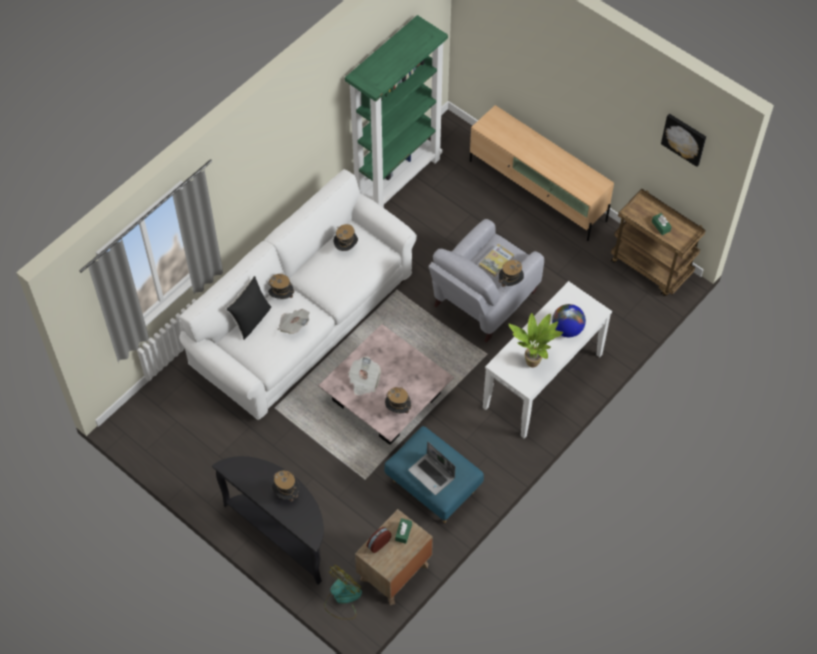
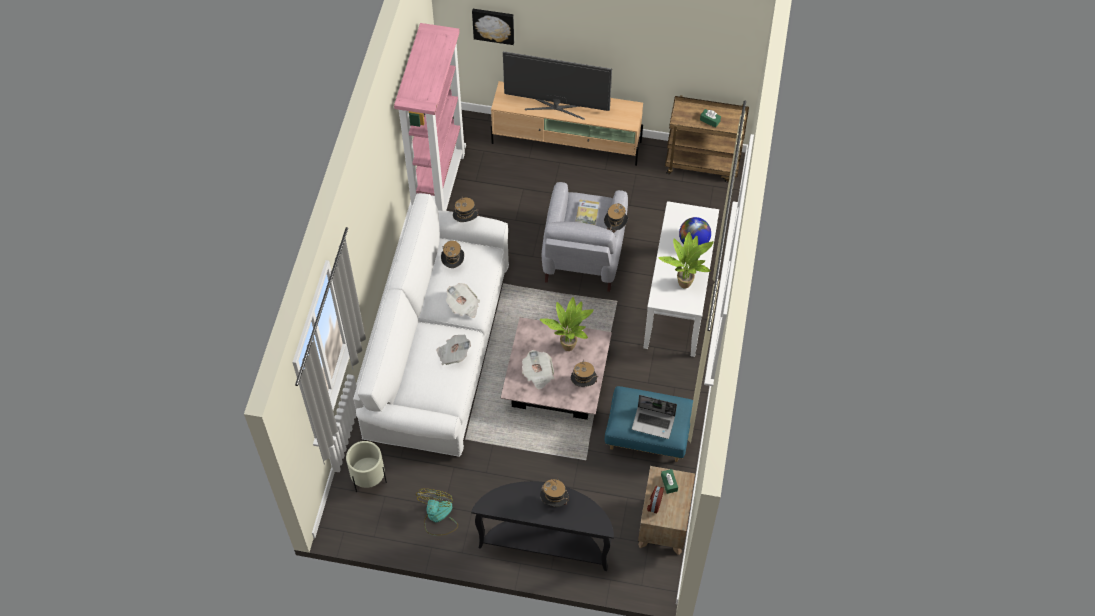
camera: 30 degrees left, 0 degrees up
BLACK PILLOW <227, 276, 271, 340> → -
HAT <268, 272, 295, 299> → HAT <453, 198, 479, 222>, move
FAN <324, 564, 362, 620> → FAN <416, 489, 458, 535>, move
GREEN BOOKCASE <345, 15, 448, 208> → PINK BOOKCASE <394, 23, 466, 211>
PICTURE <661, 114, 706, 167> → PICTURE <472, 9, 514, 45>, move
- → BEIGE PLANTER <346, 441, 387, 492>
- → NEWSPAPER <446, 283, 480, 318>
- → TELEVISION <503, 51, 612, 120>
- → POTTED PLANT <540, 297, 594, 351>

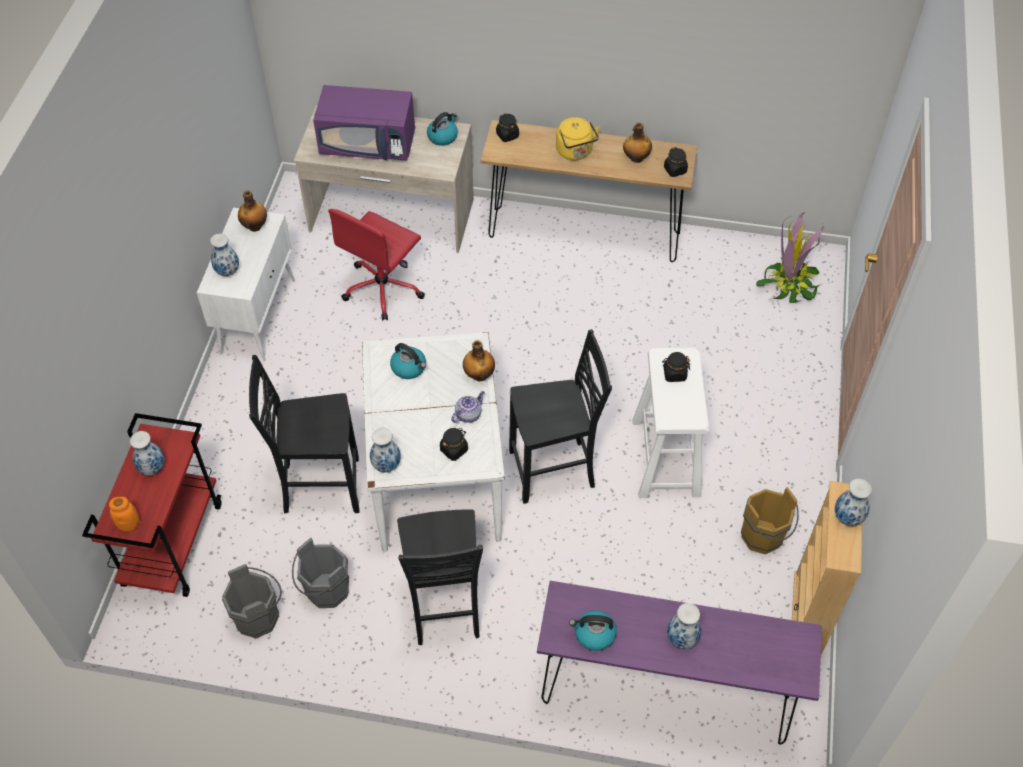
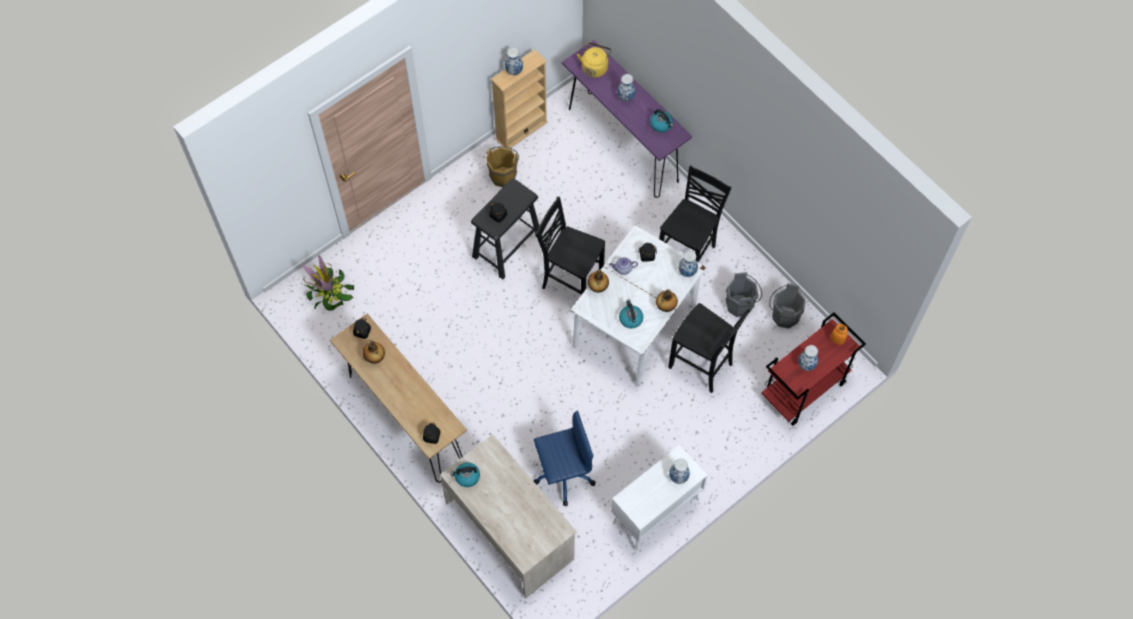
camera: 140 degrees left, 10 degrees up
BOTTLE <238, 190, 267, 232> → BOTTLE <656, 289, 678, 312>, move
PURPLE MICROWAVE <313, 85, 415, 161> → -
RED OFFICE CHAIR <328, 209, 425, 320> → BLUE OFFICE CHAIR <534, 411, 596, 506>
YELLOW KETTLE <556, 117, 600, 160> → YELLOW KETTLE <577, 42, 611, 78>, move
WHITE STOOL <632, 348, 709, 498> → BLACK STOOL <471, 178, 542, 279>

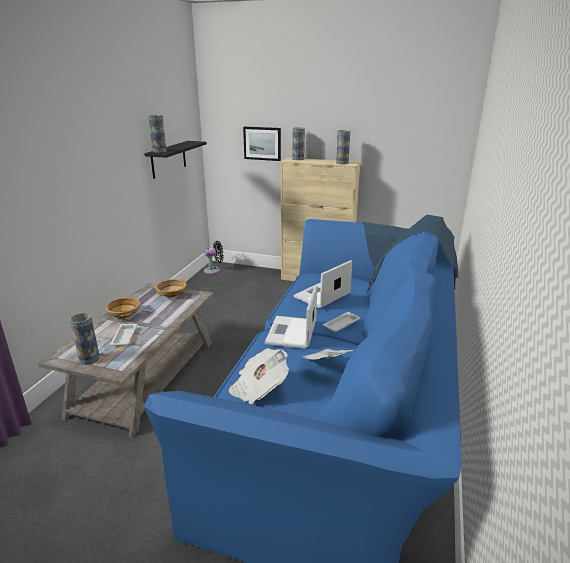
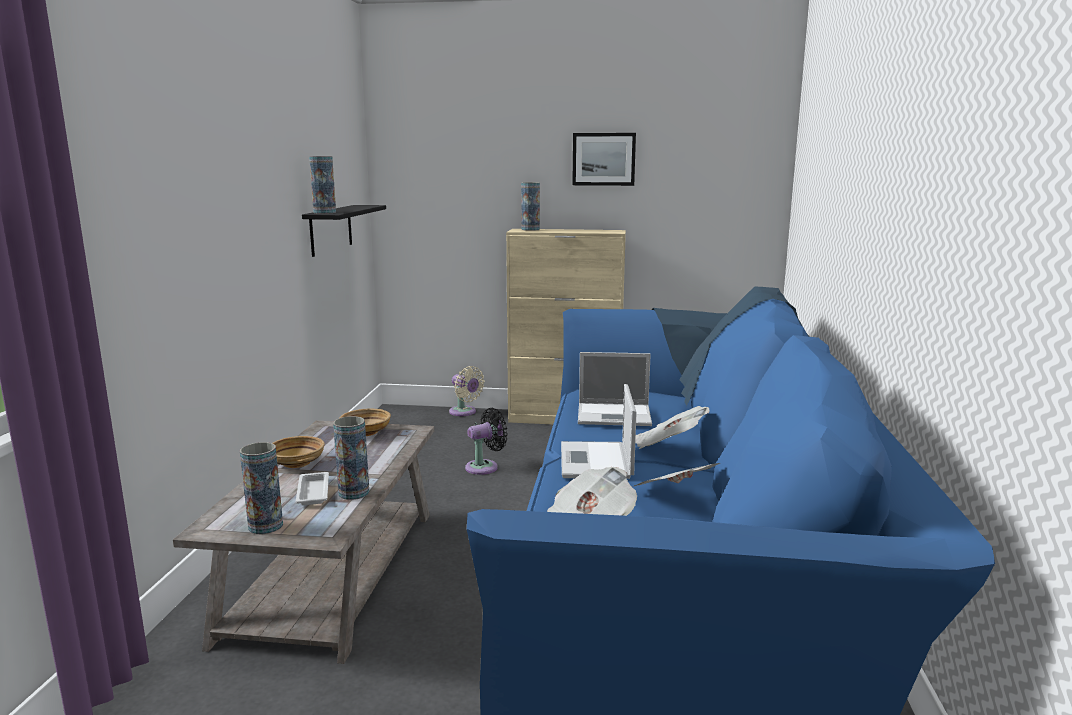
camera: 10 degrees left, 10 degrees down
BLACK FAN <204, 241, 224, 274> → BLACK FAN <465, 408, 508, 475>, move
PICTURE <243, 127, 281, 161> → PICTURE <572, 133, 636, 186>, move
LAPTOP <293, 260, 352, 309> → LAPTOP <578, 352, 652, 426>, 120 degrees counterclockwise
WHITE TRAY <323, 312, 360, 332> → NEWSPAPER <635, 406, 709, 449>
VASE <336, 130, 350, 164> → VASE <333, 416, 369, 500>, move
- → BEIGE FAN <449, 366, 485, 416>

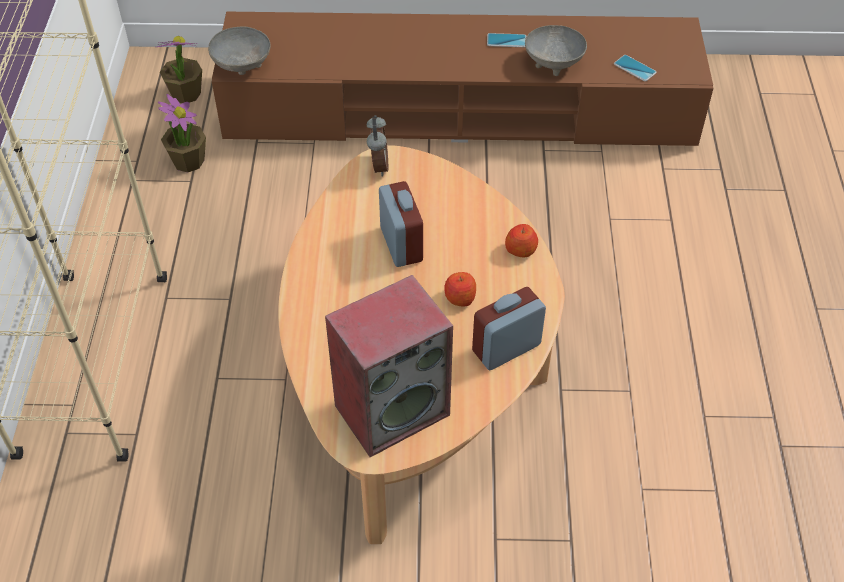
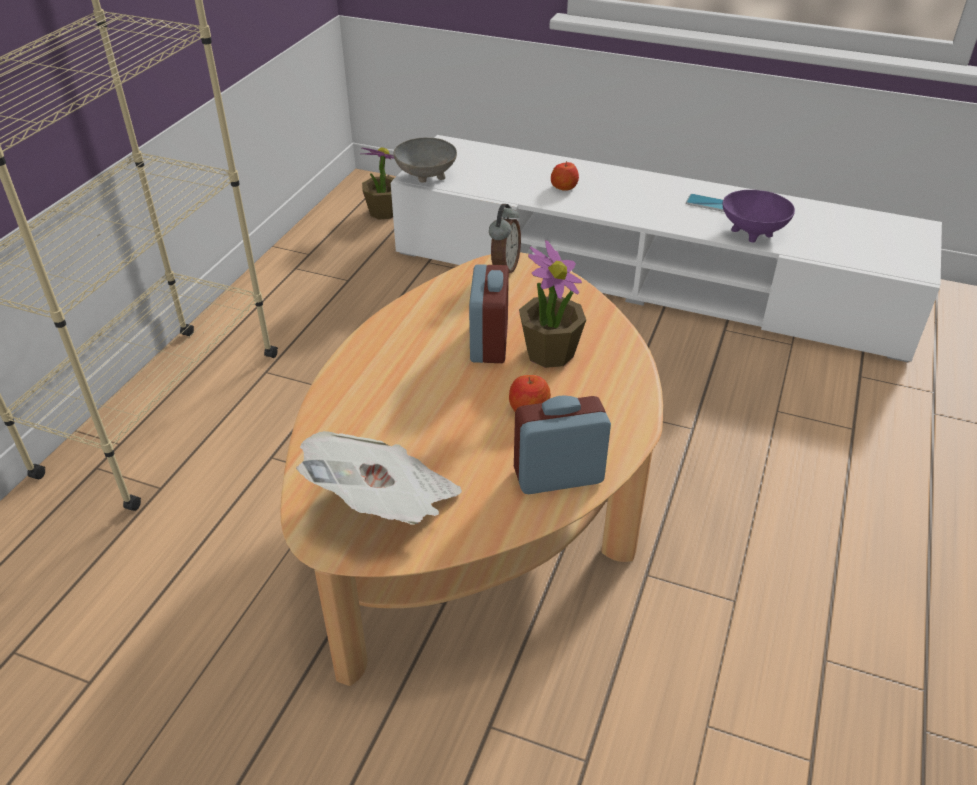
camera: 20 degrees right, 10 degrees down
POTTED PLANT <158, 94, 206, 172> → POTTED PLANT <519, 240, 586, 368>, move
BROWN TV STAND <212, 12, 713, 146> → WHITE TV STAND <391, 135, 942, 362>
SPEAKER <325, 275, 453, 457> → NEWSPAPER <296, 431, 462, 525>
APPLE <505, 224, 538, 257> → APPLE <551, 161, 579, 191>, move
GREY BOWL <525, 25, 587, 76> → PURPLE BOWL <723, 190, 795, 242>
PHONE <614, 55, 656, 81> → -

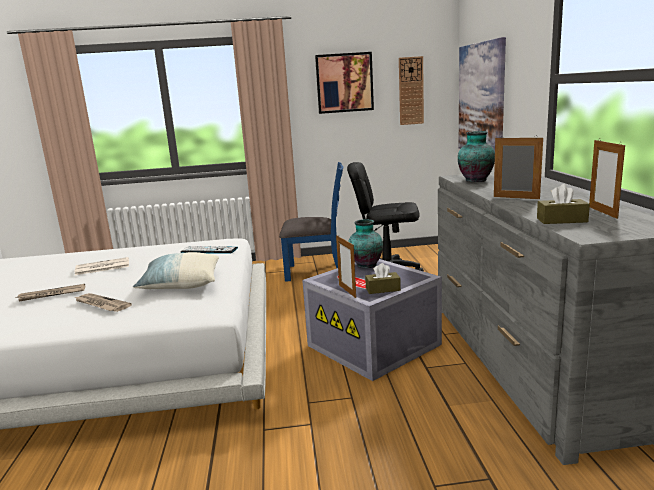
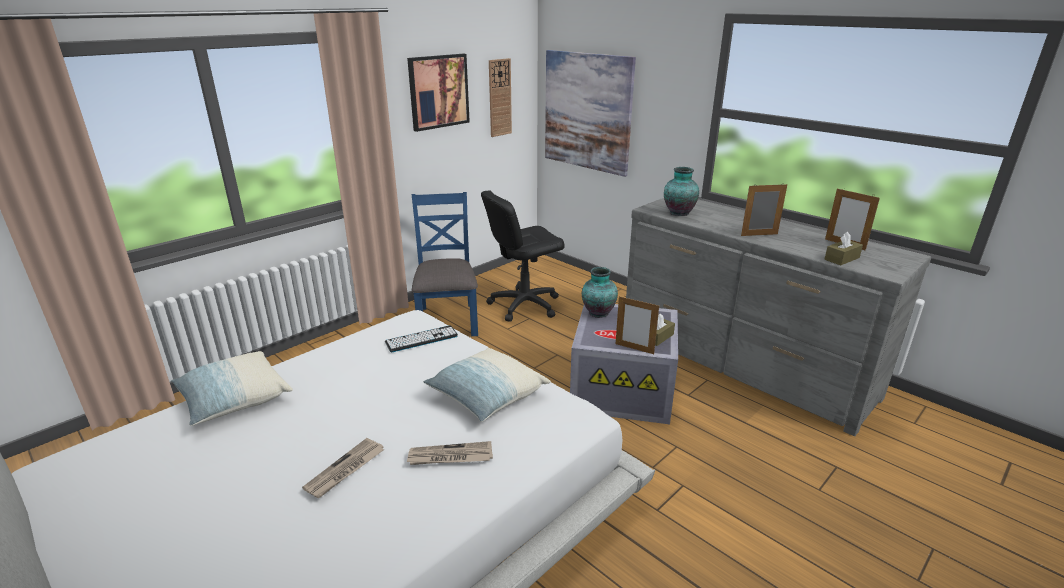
camera: 40 degrees left, 10 degrees up
NEWSPAPER <75, 257, 129, 275> → -
BLUE CHAIR <279, 162, 343, 282> → BLUE CHAIR <412, 192, 478, 336>, 60 degrees counterclockwise
- → PILLOW <171, 351, 293, 426>

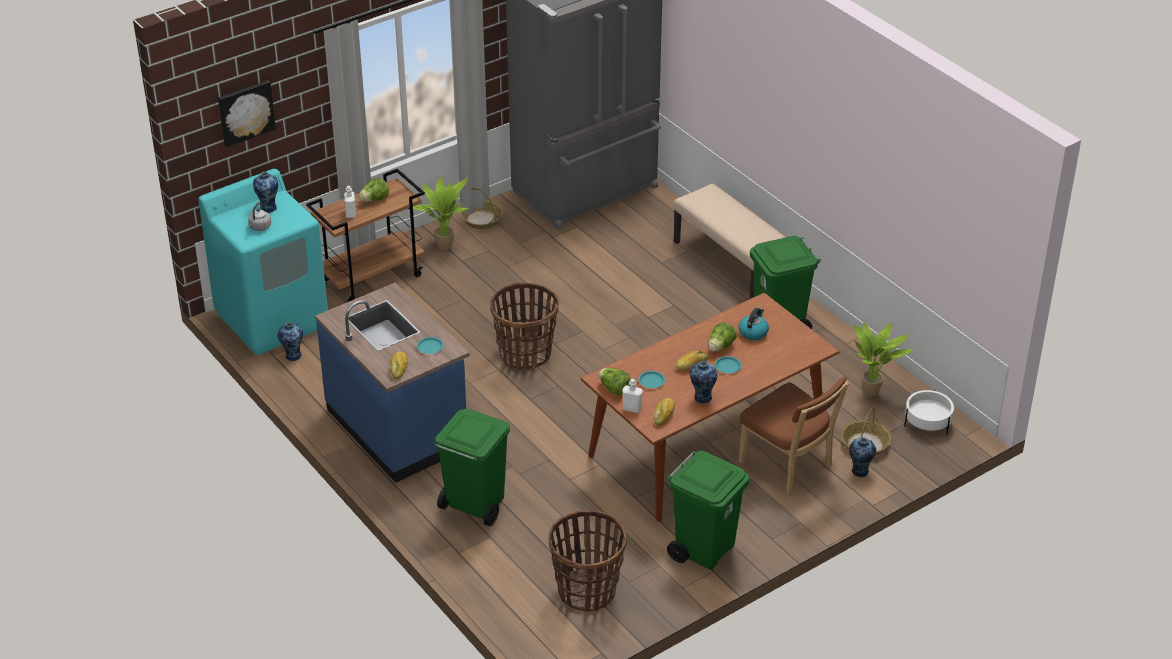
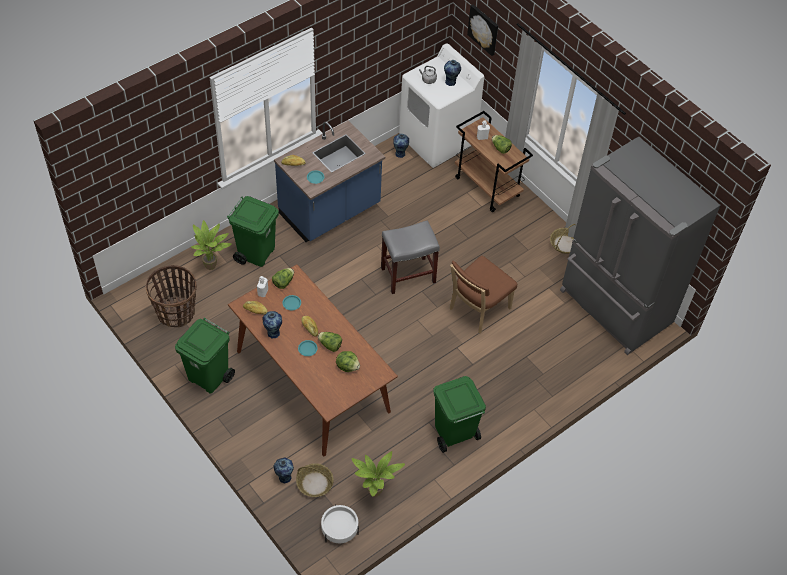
camera: 85 degrees right, 15 degrees up
TURQUOISE WASHING MACHINE <198, 169, 328, 355> → WHITE WASHING MACHINE <399, 43, 484, 168>
POTTED PLANT <413, 177, 469, 250> → POTTED PLANT <191, 220, 232, 270>, move
BASKET <490, 283, 559, 370> → GREY STOOL <381, 220, 440, 294>
BEIGE BENCH <673, 184, 785, 299> → -
KETTLE <739, 308, 769, 340> → LETTUCE <336, 351, 360, 372>
BROWN CHAIR <739, 376, 849, 495> → BROWN CHAIR <450, 256, 517, 334>, move

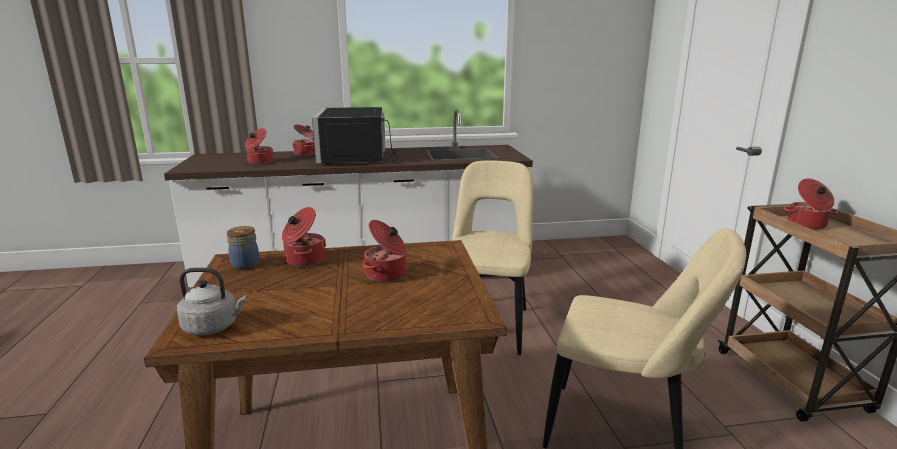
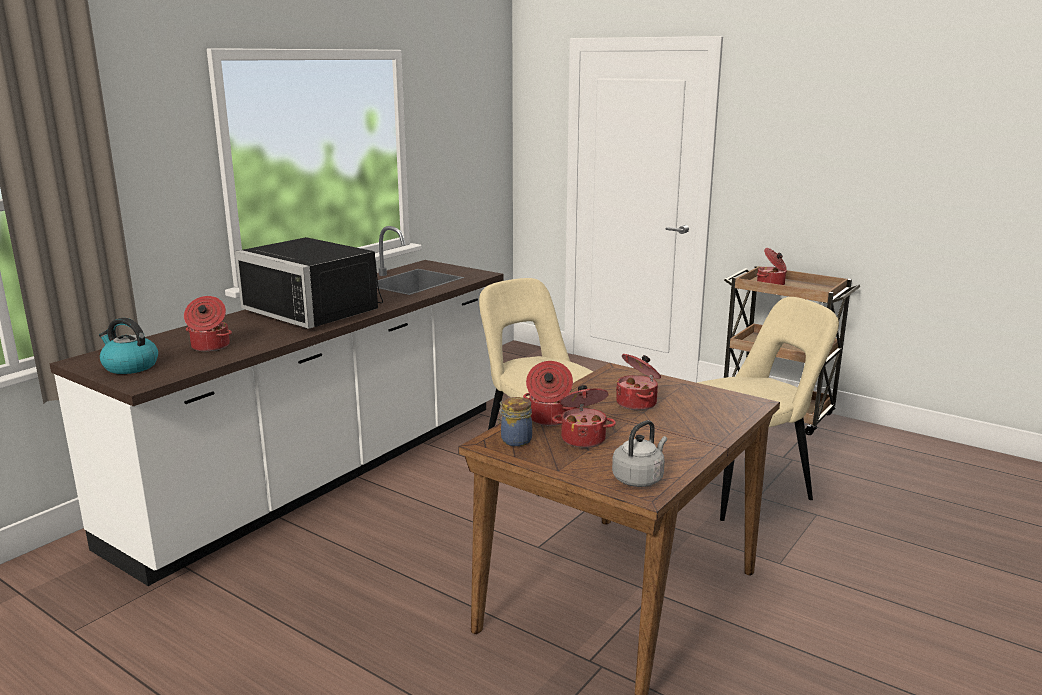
camera: 45 degrees left, 0 degrees up
COOKING POT <293, 124, 315, 156> → COOKING POT <552, 385, 616, 448>, move
- → KETTLE <99, 318, 158, 374>

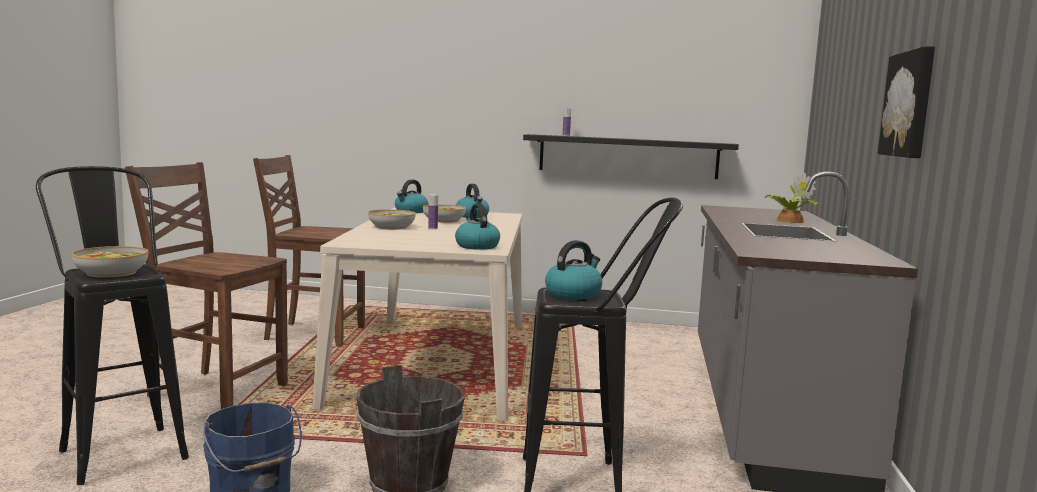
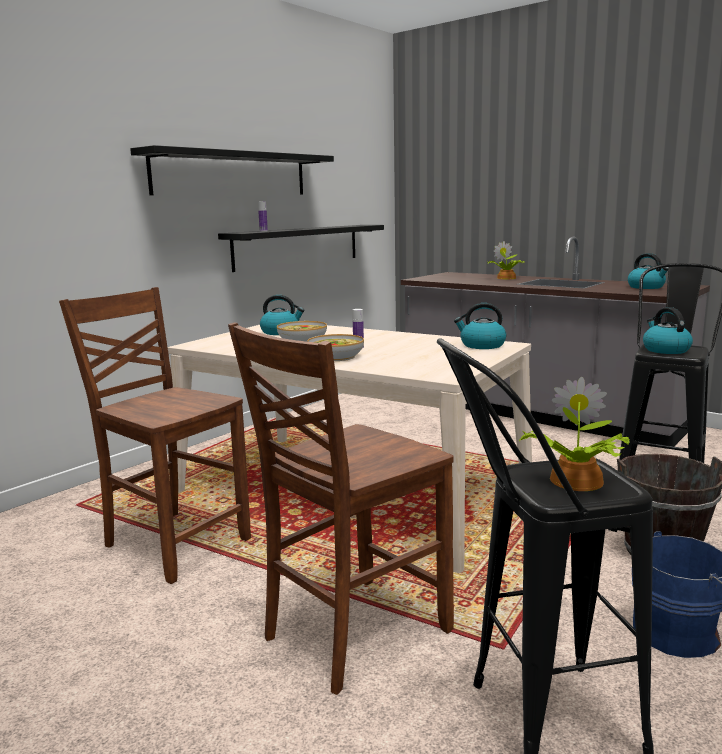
camera: 60 degrees left, 5 degrees up
BOWL <72, 246, 148, 278> → POTTED PLANT <520, 377, 630, 491>
BROWN CHAIR <253, 155, 365, 347> → BROWN CHAIR <59, 287, 251, 584>, 90 degrees clockwise
KETTLE <395, 179, 428, 213> → KETTLE <628, 253, 669, 289>, move
PICTURE <878, 46, 935, 158> → -
- → BLACK SHELF <130, 145, 334, 195>

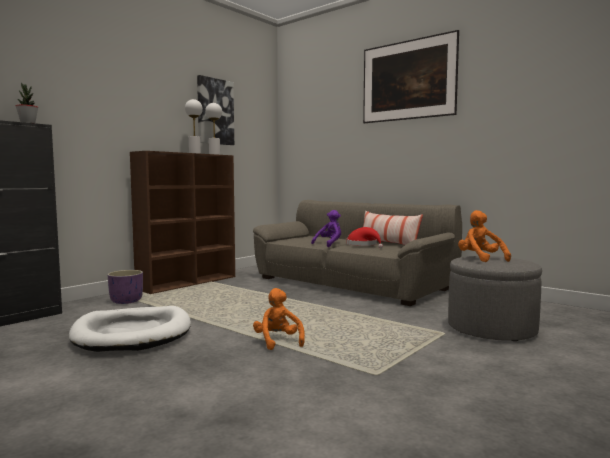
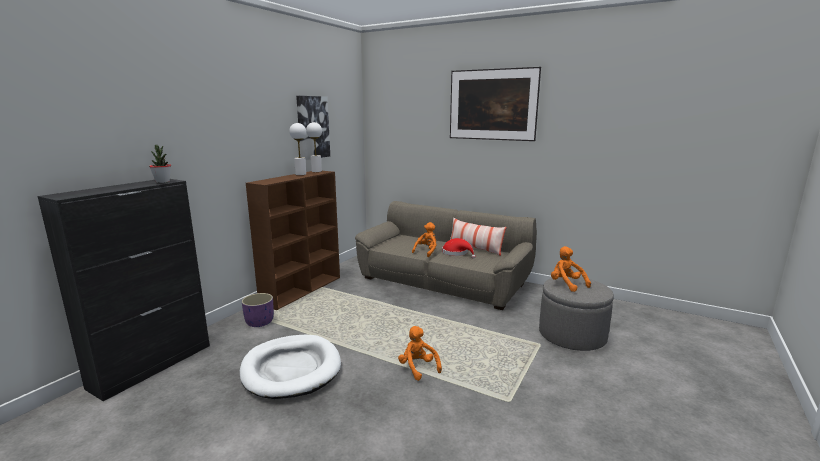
camera: 10 degrees left, 10 degrees up
PURPLE PLUSH TOY <311, 210, 341, 247> → ORANGE PLUSH TOY <412, 222, 437, 257>

